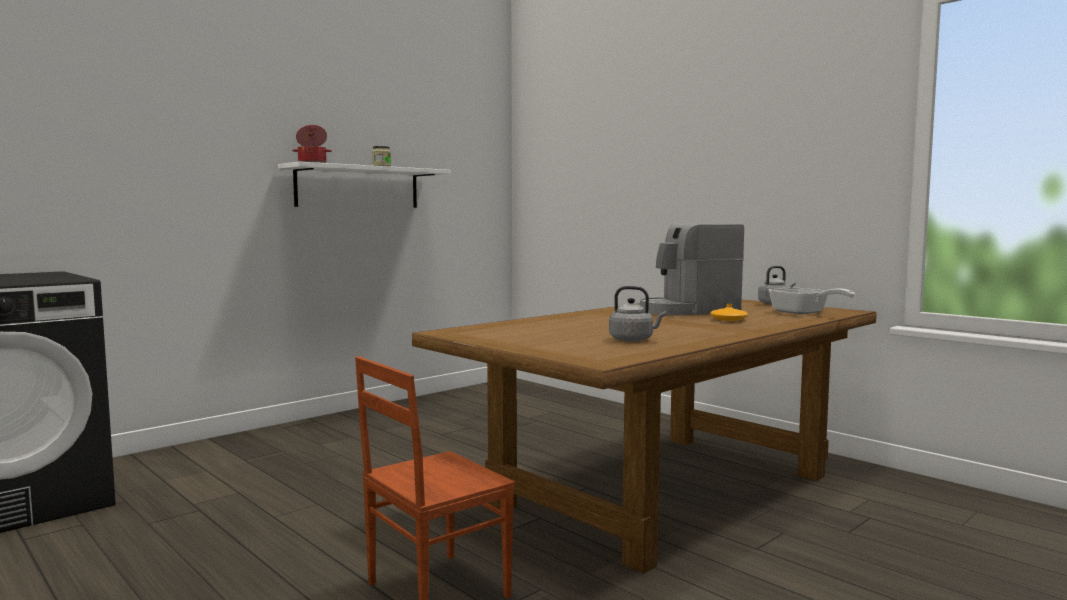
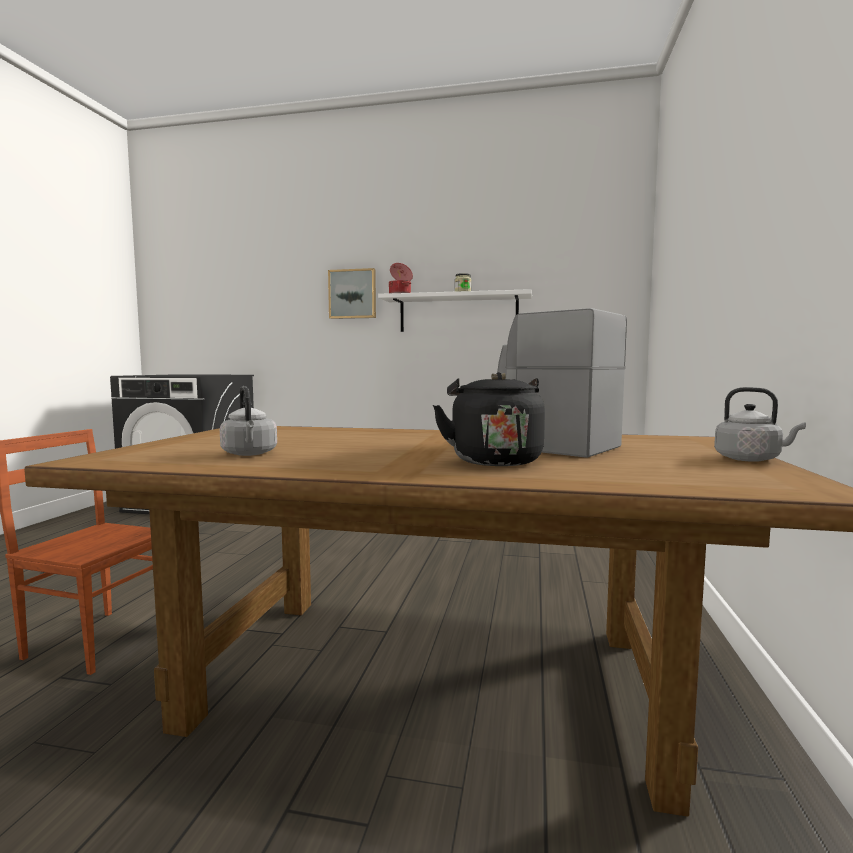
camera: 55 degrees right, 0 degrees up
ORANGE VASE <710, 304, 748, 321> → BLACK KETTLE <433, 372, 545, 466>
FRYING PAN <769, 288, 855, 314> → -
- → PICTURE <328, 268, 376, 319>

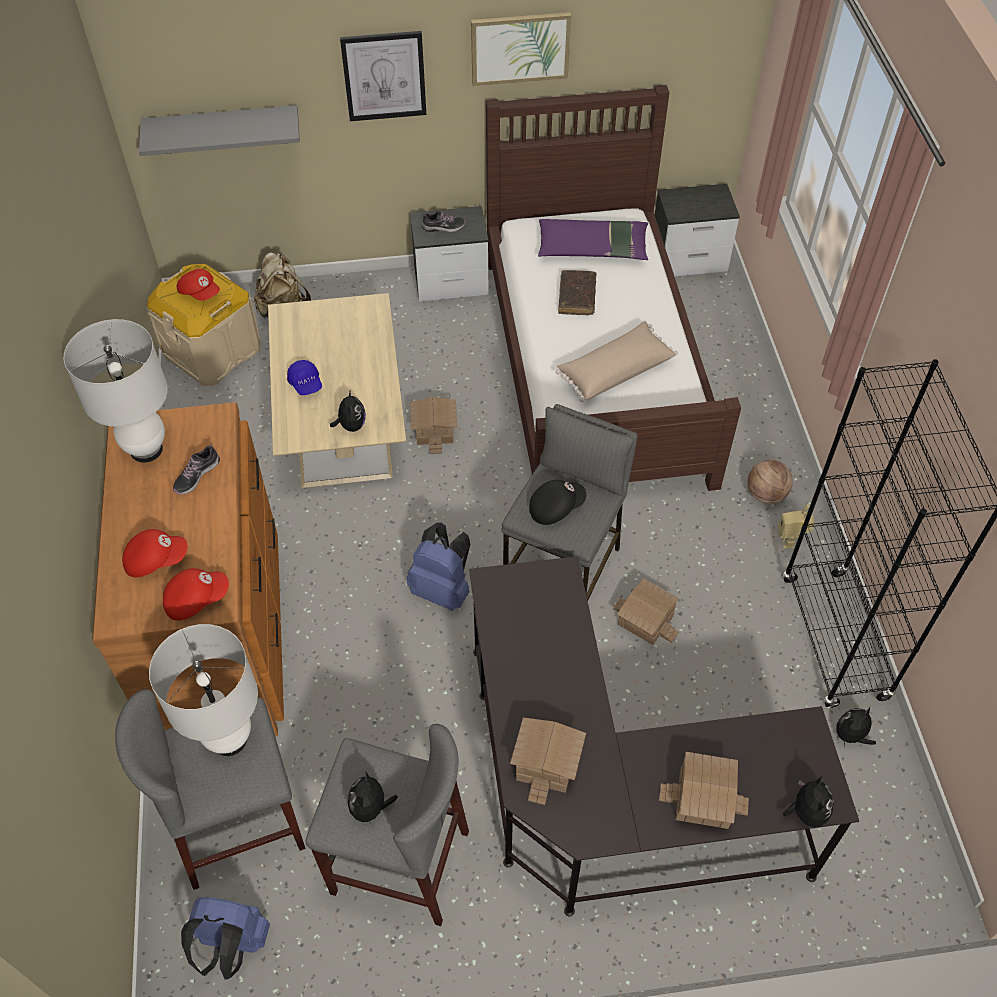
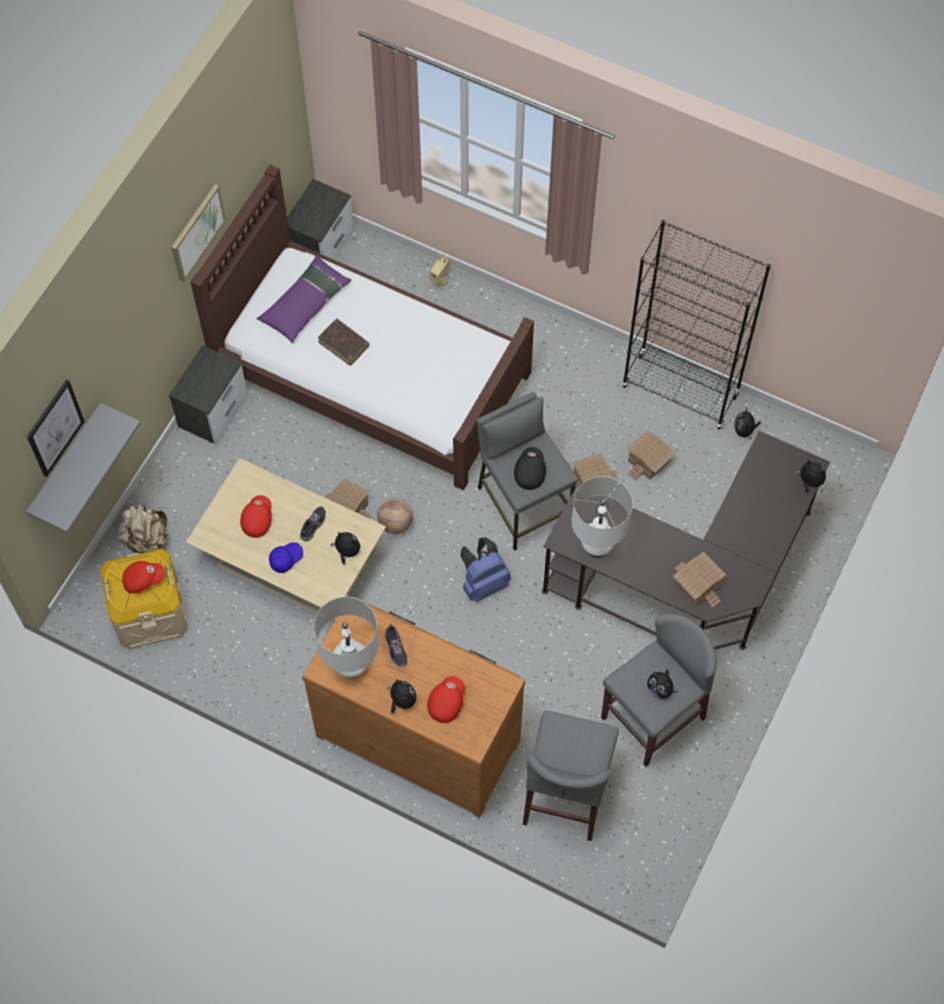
camera: 55 degrees left, 10 degrees up
WHITE TABLE LAMP <149, 624, 258, 756> → WHITE TABLE LAMP <571, 476, 633, 558>, move
RED CAP <163, 568, 229, 621> → RED CAP <240, 495, 272, 538>, move
BLUE BACKPACK <181, 897, 270, 980> → -
BLUE CAP <287, 360, 322, 395> → BLUE CAP <269, 542, 303, 573>, 45 degrees counterclockwise
PICTURE <340, 31, 426, 121> → PICTURE <27, 379, 85, 477>, move
SHOE <422, 211, 466, 232> → SHOE <300, 506, 326, 541>, move
BEIGE PILLOW <556, 321, 678, 402> → -
TOY HOUSE <659, 752, 749, 829> → TOY HOUSE <627, 430, 675, 480>, move
BASKETBALL <747, 460, 793, 504> → BASKETBALL <377, 498, 413, 534>, move
TOY ROBOT <778, 504, 815, 548> → TOY ROBOT <429, 253, 450, 289>, move
- → PLUSH TOY <386, 679, 417, 714>

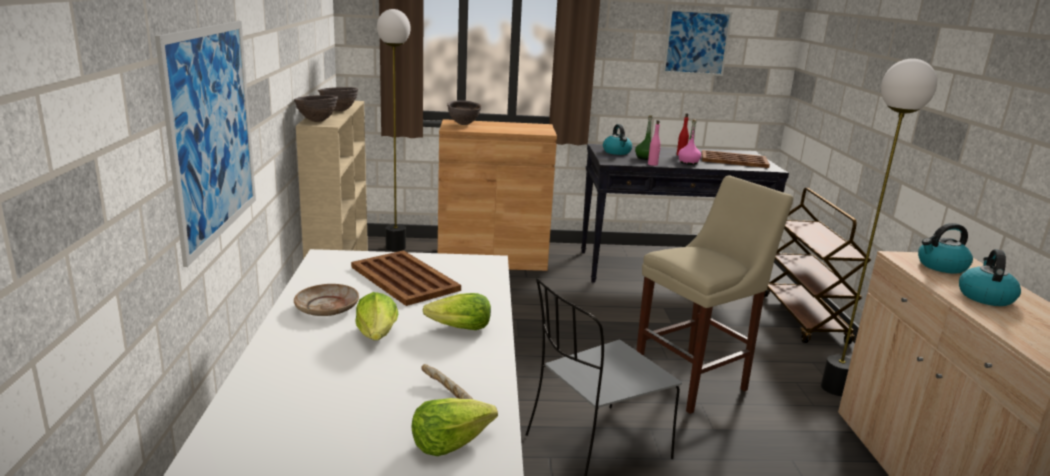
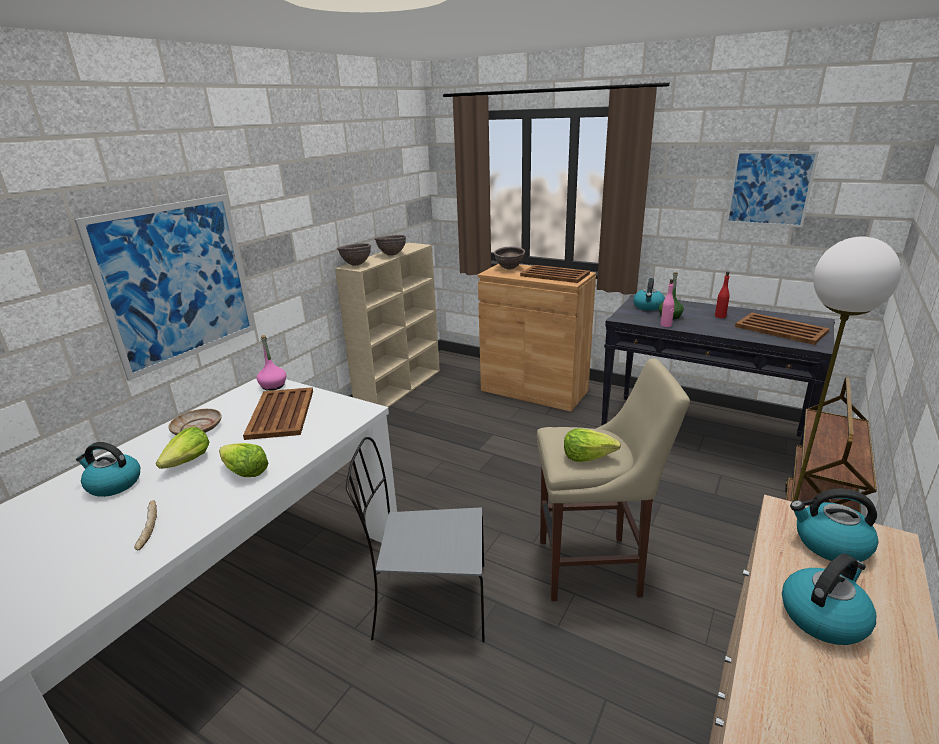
camera: 35 degrees right, 5 degrees up
FLOOR LAMP <377, 9, 411, 251> → -
LETTUCE <412, 398, 498, 456> → LETTUCE <564, 429, 621, 462>, move
PINK BOTTLE <678, 119, 701, 165> → PINK BOTTLE <257, 335, 286, 391>, move
- → KETTLE <76, 442, 140, 497>
- → BROWN TRAY <520, 265, 590, 283>

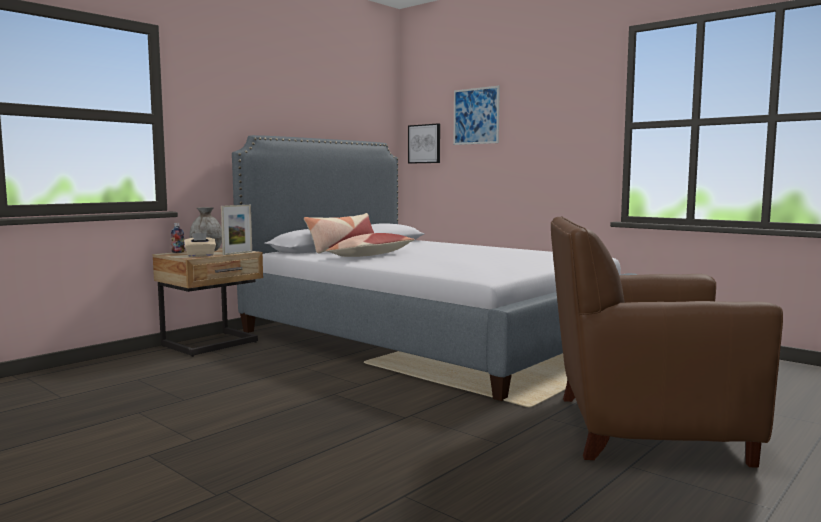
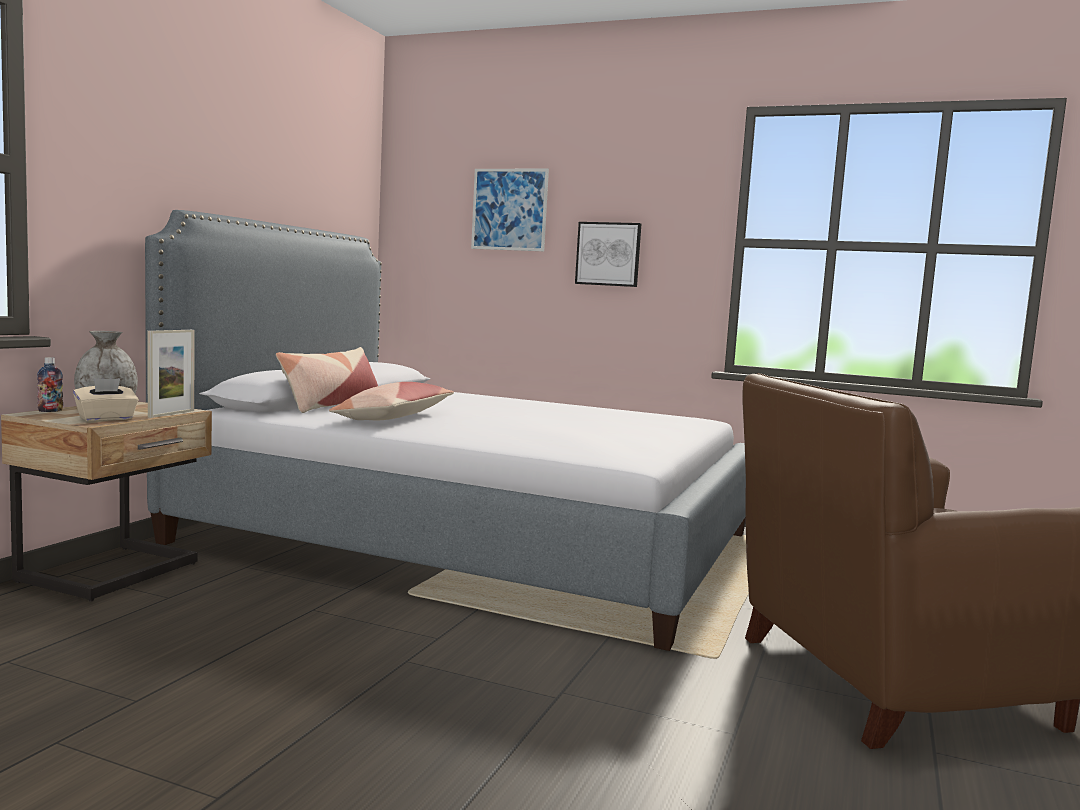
camera: 20 degrees left, 0 degrees up
PICTURE <408, 124, 440, 164> → PICTURE <575, 222, 641, 287>, move

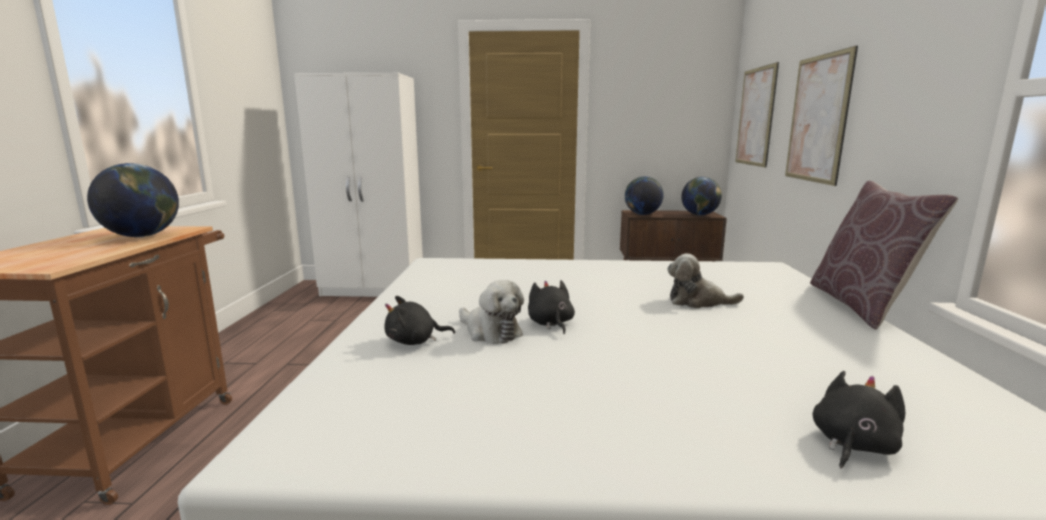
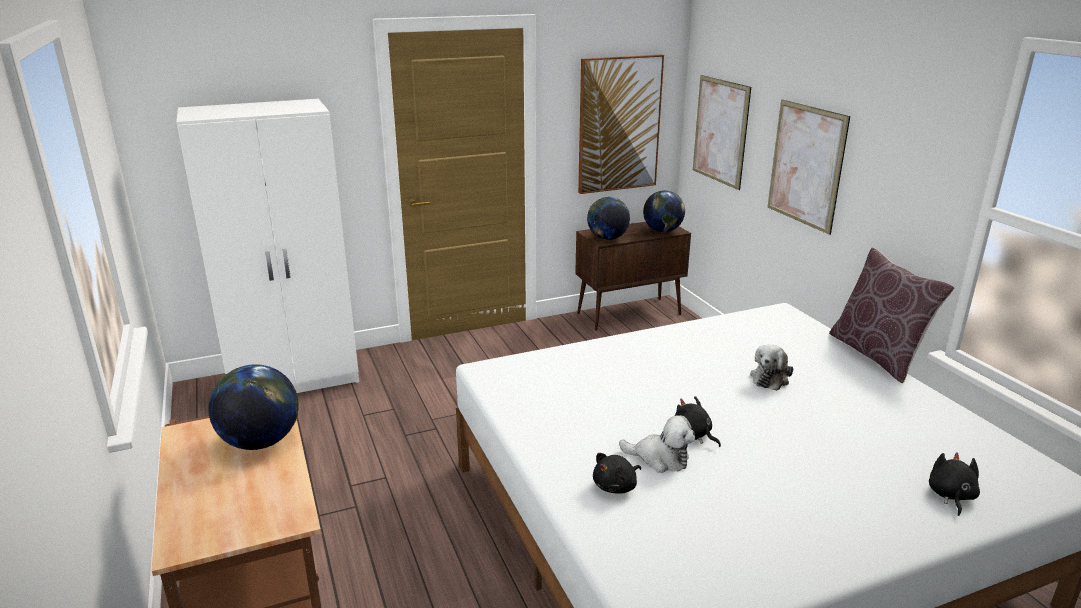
camera: 25 degrees left, 10 degrees up
PLUSH TOY <667, 254, 744, 308> → PLUSH TOY <750, 344, 794, 391>, 45 degrees counterclockwise
- → PICTURE <578, 55, 664, 194>

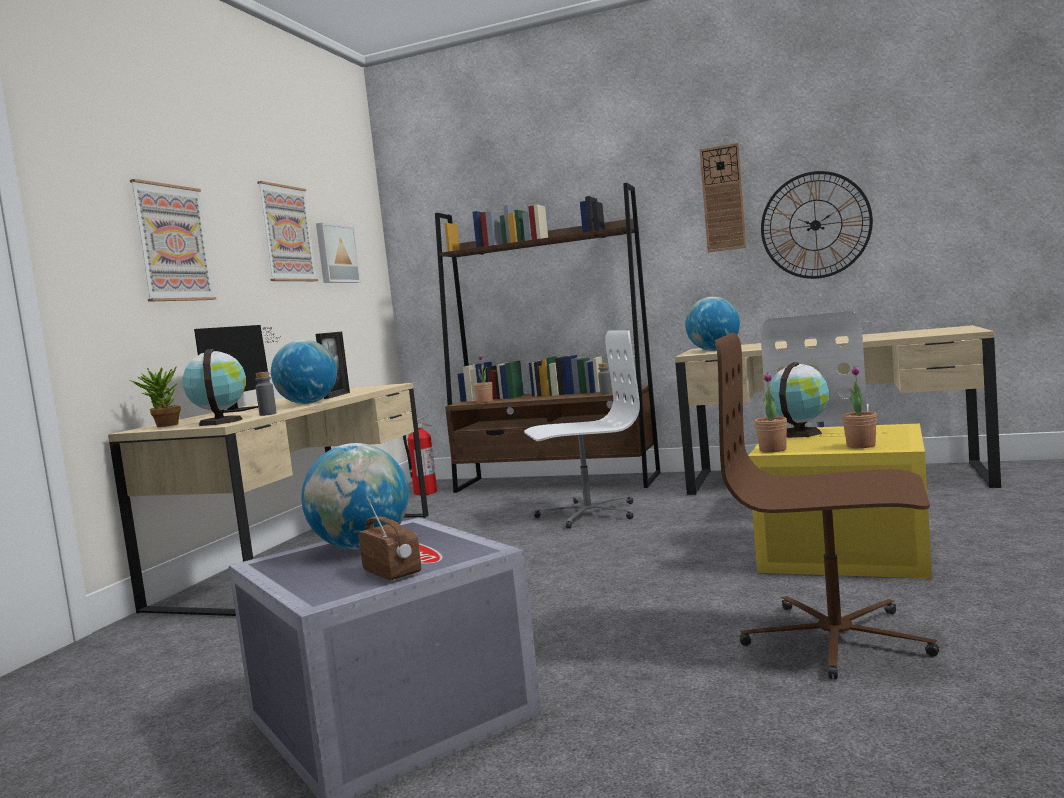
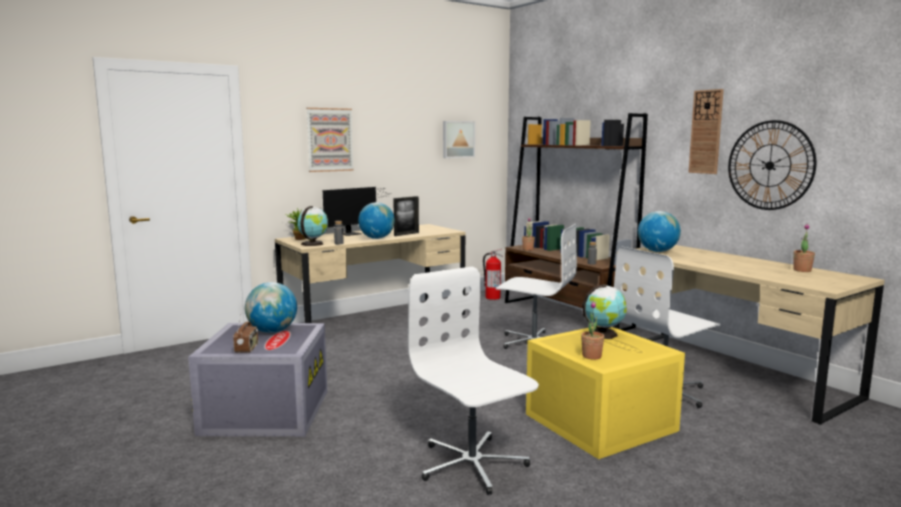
camera: 35 degrees right, 5 degrees up
PICTURE <257, 181, 318, 281> → -
BROWN OFFICE CHAIR <714, 333, 939, 679> → WHITE OFFICE CHAIR <408, 267, 539, 495>
POTTED PLANT <755, 372, 787, 452> → POTTED PLANT <793, 224, 815, 272>, move

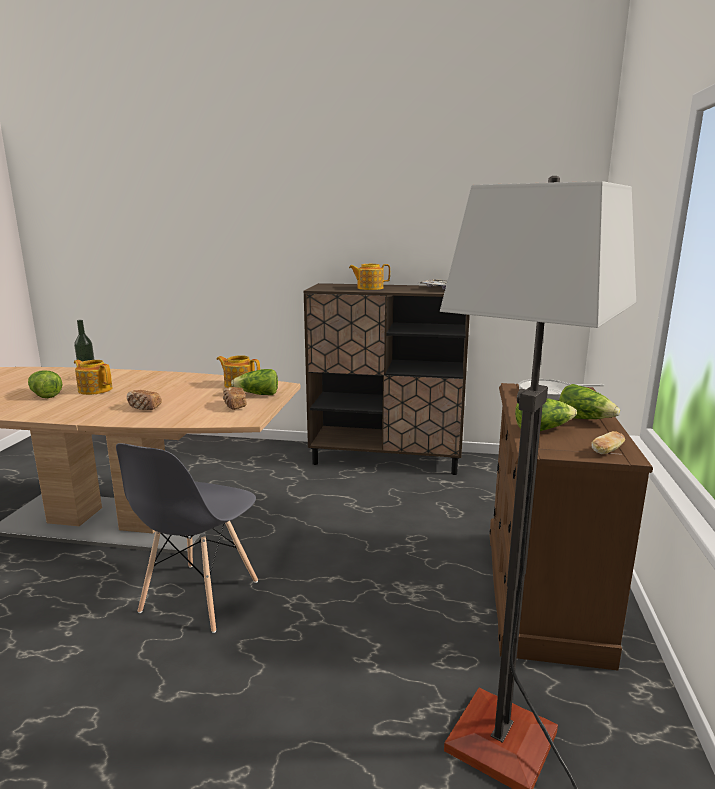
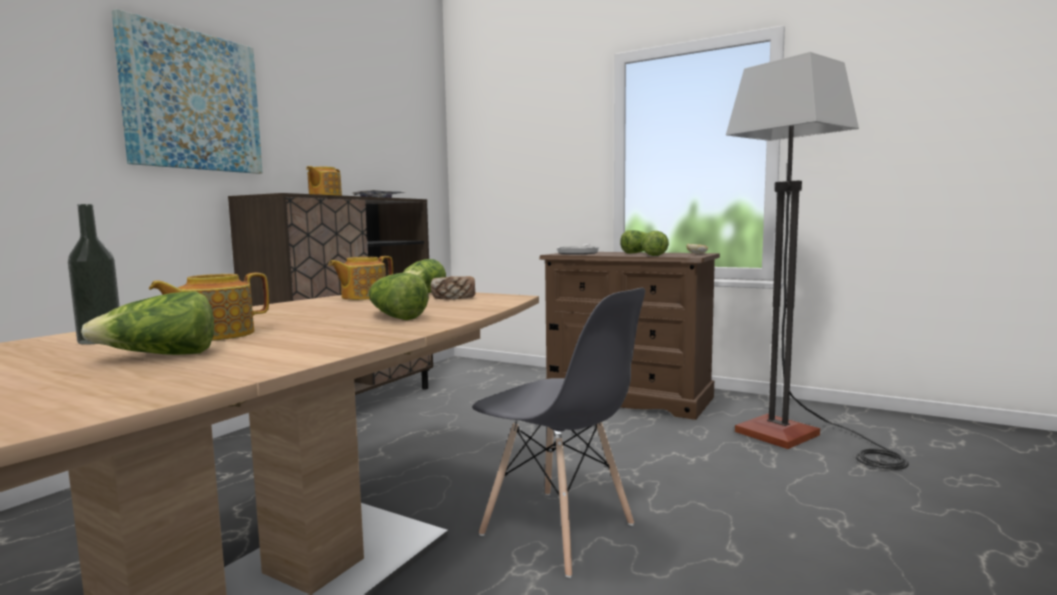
camera: 70 degrees left, 10 degrees down
BREAD <126, 390, 162, 410> → LETTUCE <369, 273, 429, 320>
- → PICTURE <112, 9, 263, 174>

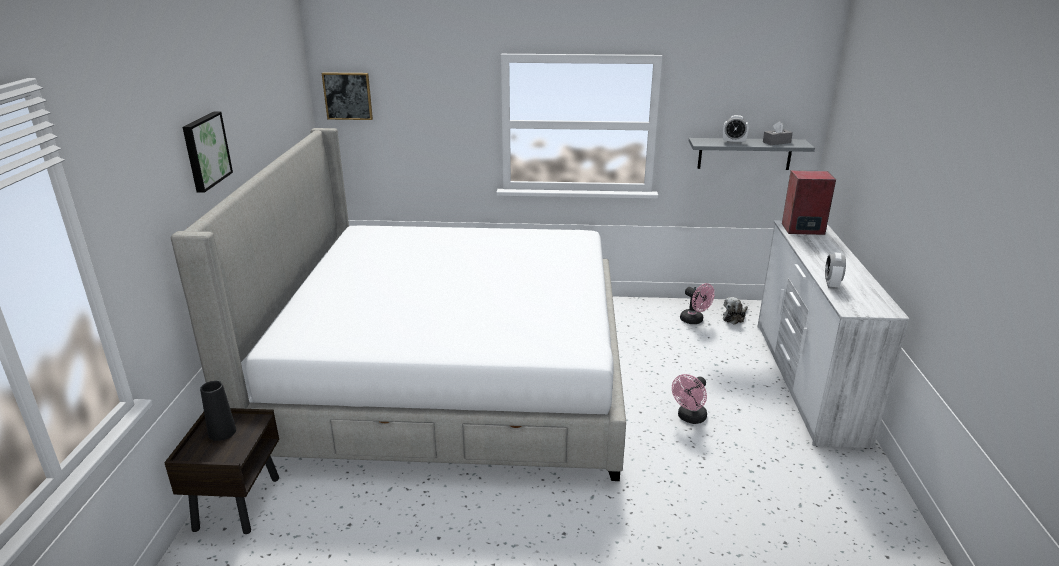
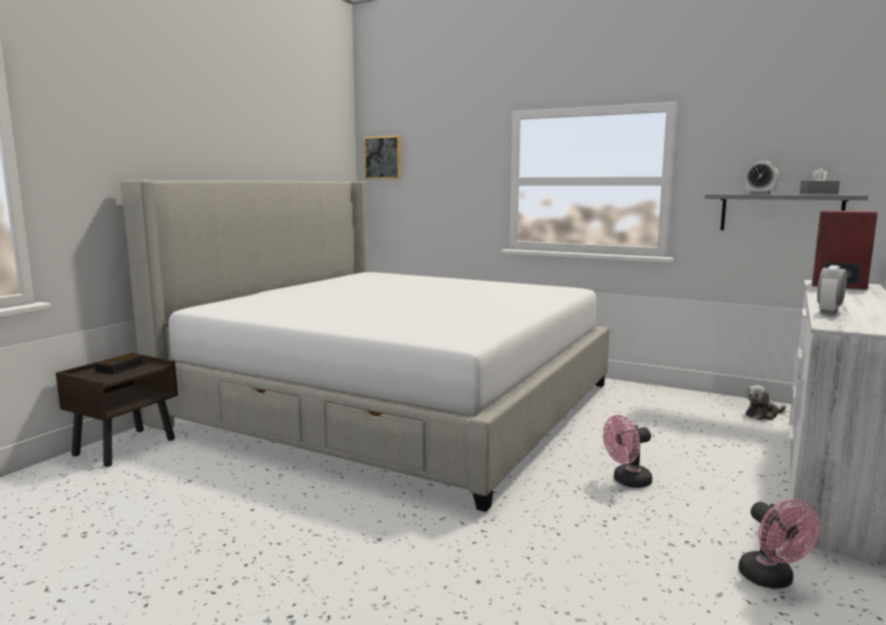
camera: 25 degrees right, 15 degrees down
PICTURE <182, 112, 233, 193> → -
BLACK VASE <200, 381, 236, 441> → ALARM CLOCK <95, 354, 146, 374>
PINK FAN <680, 283, 715, 324> → PINK FAN <738, 499, 820, 589>, move

